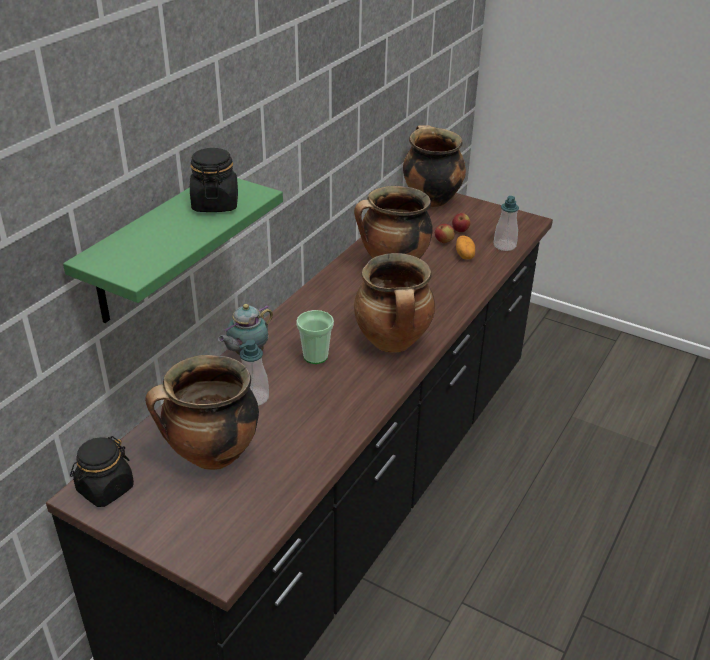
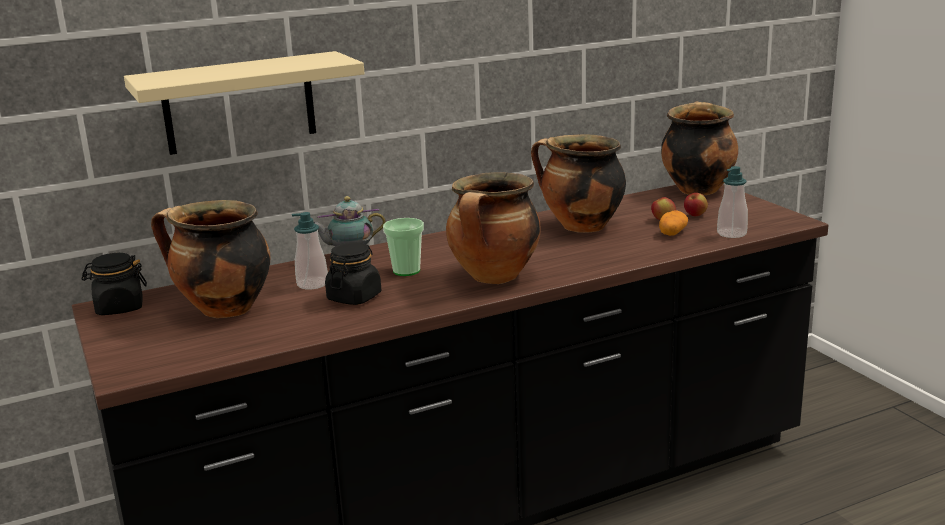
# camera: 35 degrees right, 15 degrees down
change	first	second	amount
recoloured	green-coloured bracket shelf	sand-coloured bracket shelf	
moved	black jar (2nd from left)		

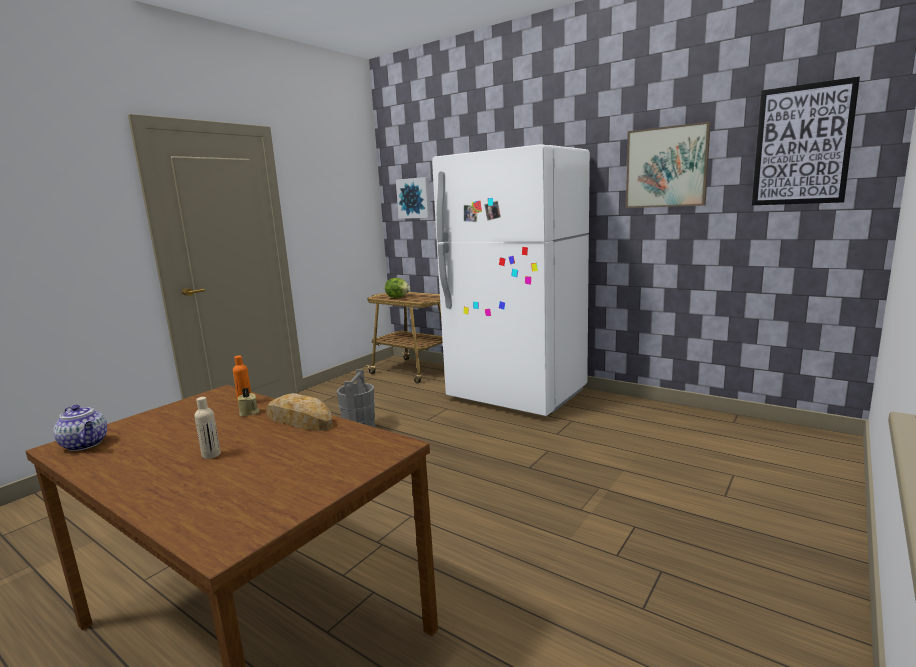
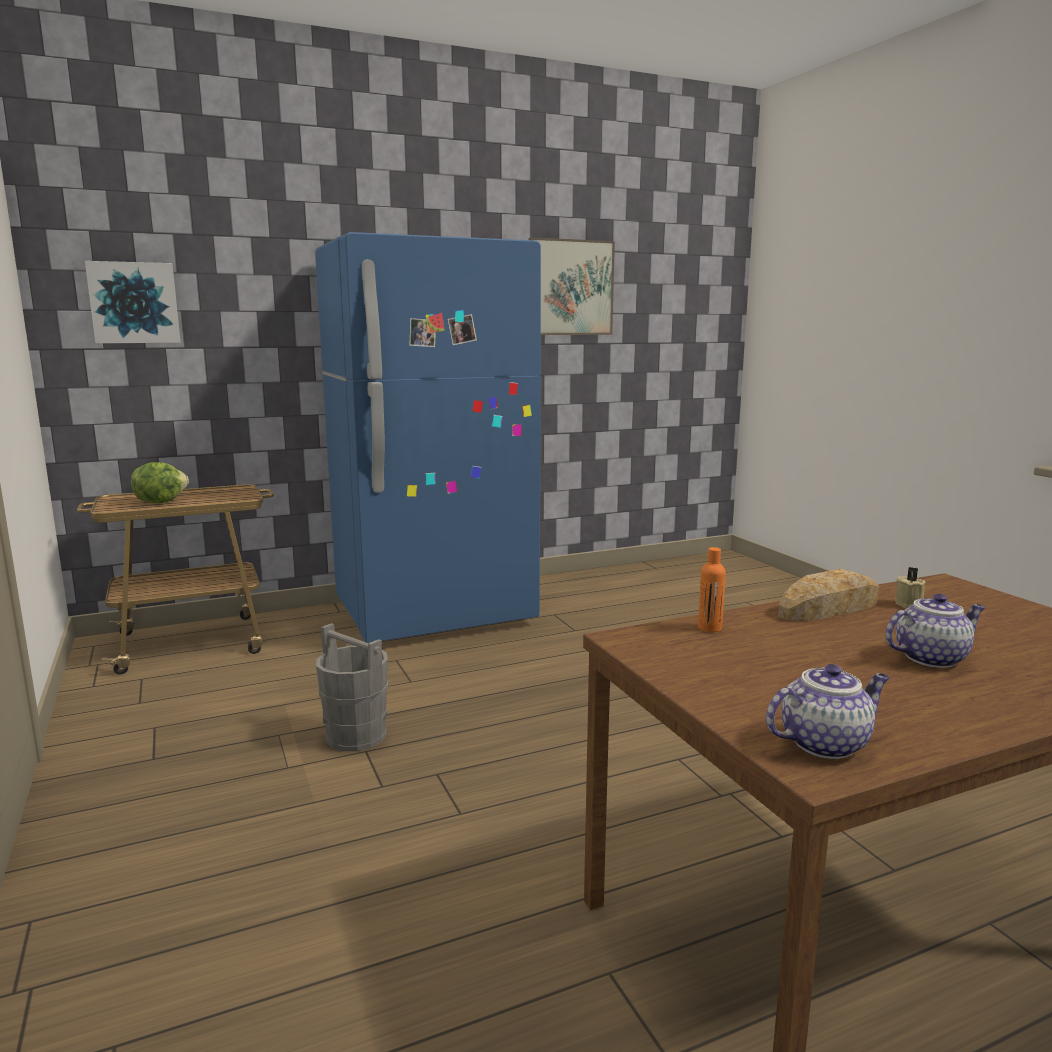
# camera: 60 degrees left, 0 degrees up
change	first	second	amount
replaced	sand-coloured beverage bottle	teapot (2nd from left)	
moved	sand-coloured candle		
recoloured	whitish fridge	blue-coloured fridge	
removed	wall art (3rd from left)		

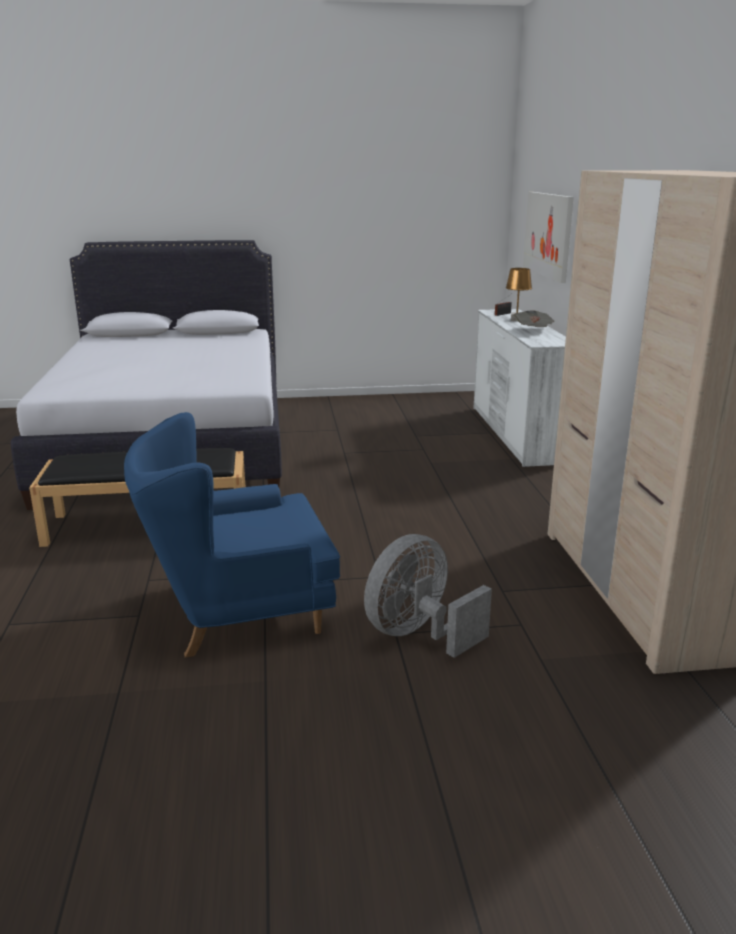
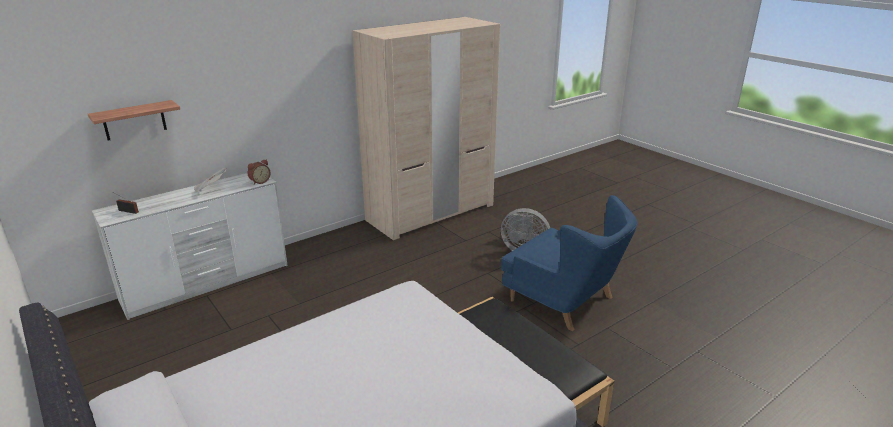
# camera: 120 degrees left, 5 degrees up
change	first	second	amount
removed	brown table lamp		
replaced	wall art	bracket shelf	
added		bedside clock	

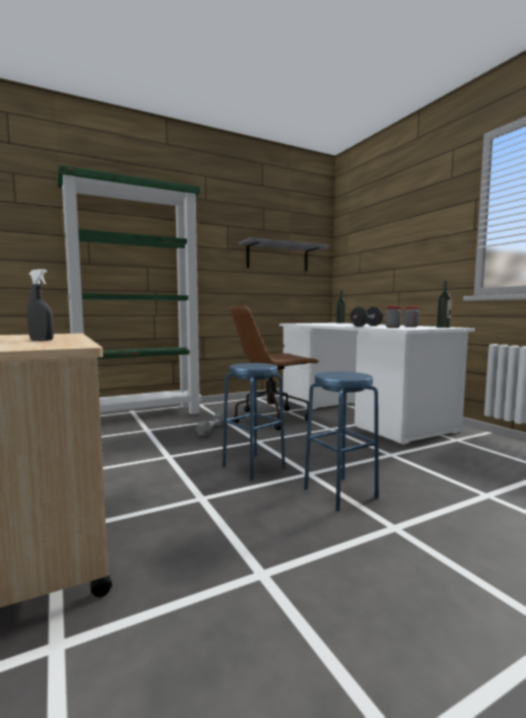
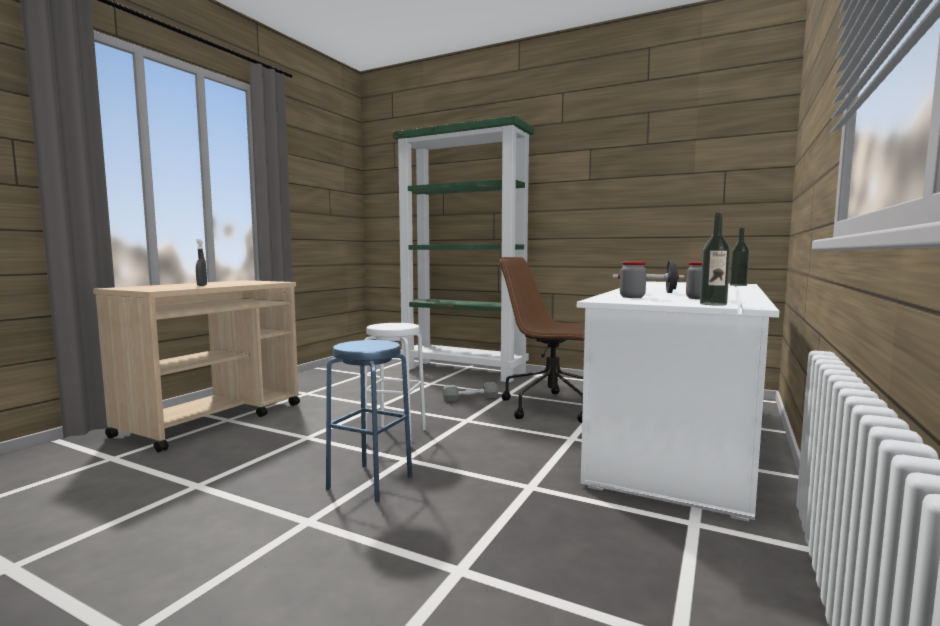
# camera: 55 degrees right, 0 degrees up
change	first	second	amount
recoloured	blue-coloured stool seat (1st from left)	whitish stool seat	
removed	gray bracket shelf		

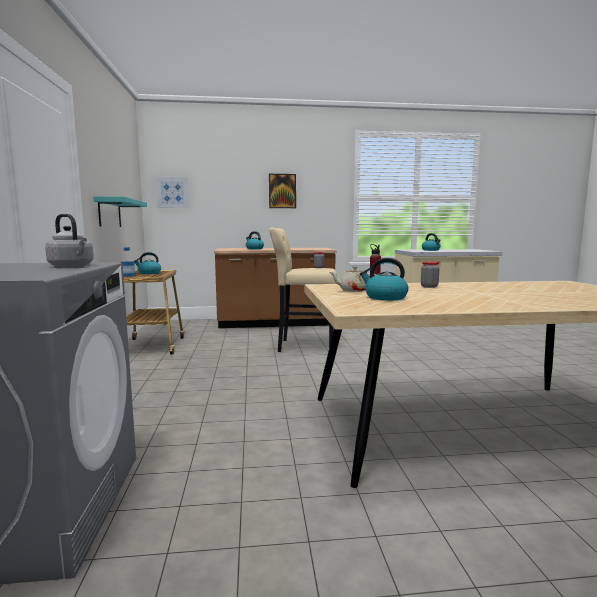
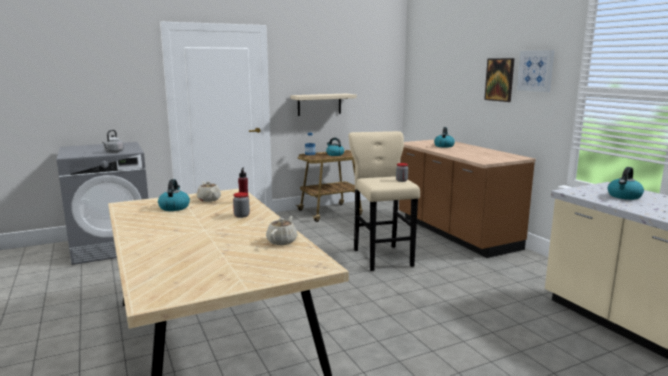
# camera: 70 degrees right, 5 degrees up
change	first	second	amount
recoloured	blue-green bracket shelf	sand-coloured bracket shelf	
moved	wall art (1st from left in the first image)	wall art (2nd from left)	
added		sand-coloured teapot (2nd from left)	

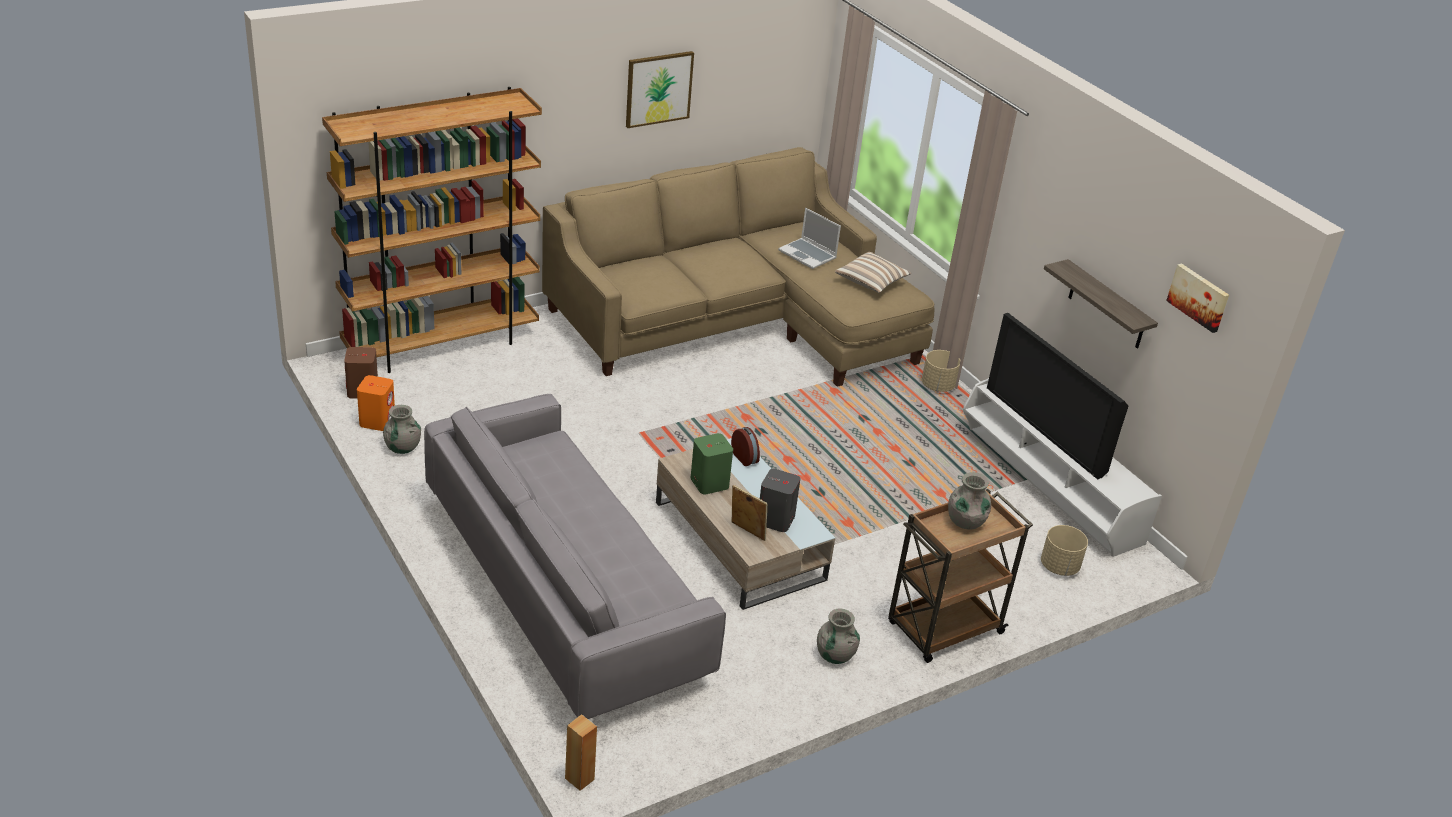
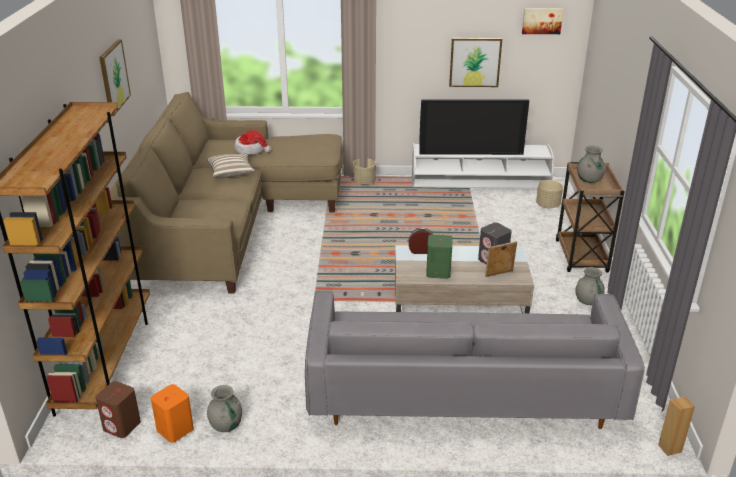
# camera: 55 degrees left, 5 degrees down
change	first	second	amount
replaced	notebook computer	hat	
moved	cushion		
replaced	bracket shelf	wall art (2nd from left)	

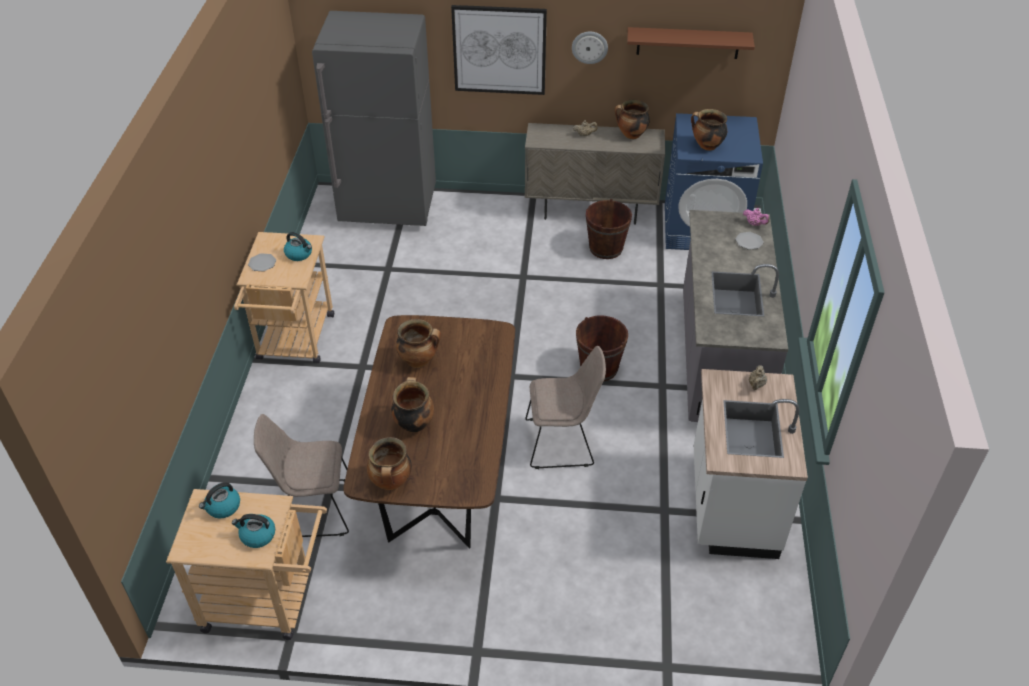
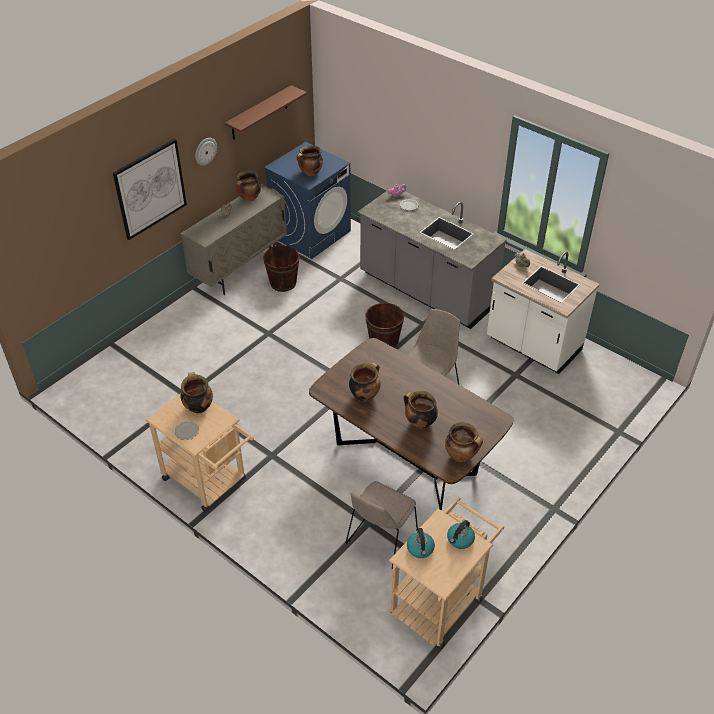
# camera: 55 degrees left, 0 degrees up
change	first	second	amount
replaced	kettle (3rd from left)	stockpot (1st from left)	
removed	gray fridge		

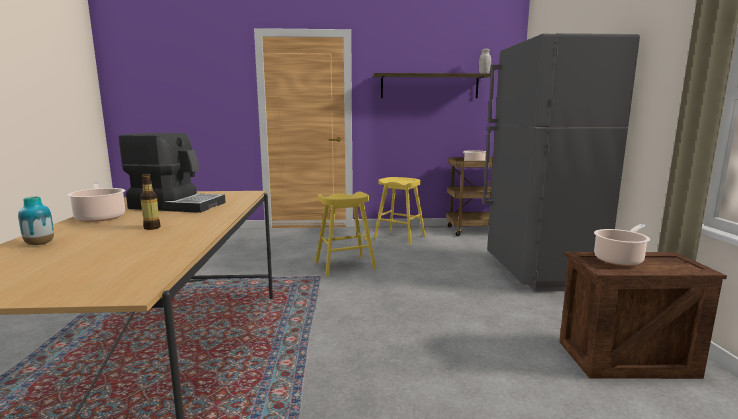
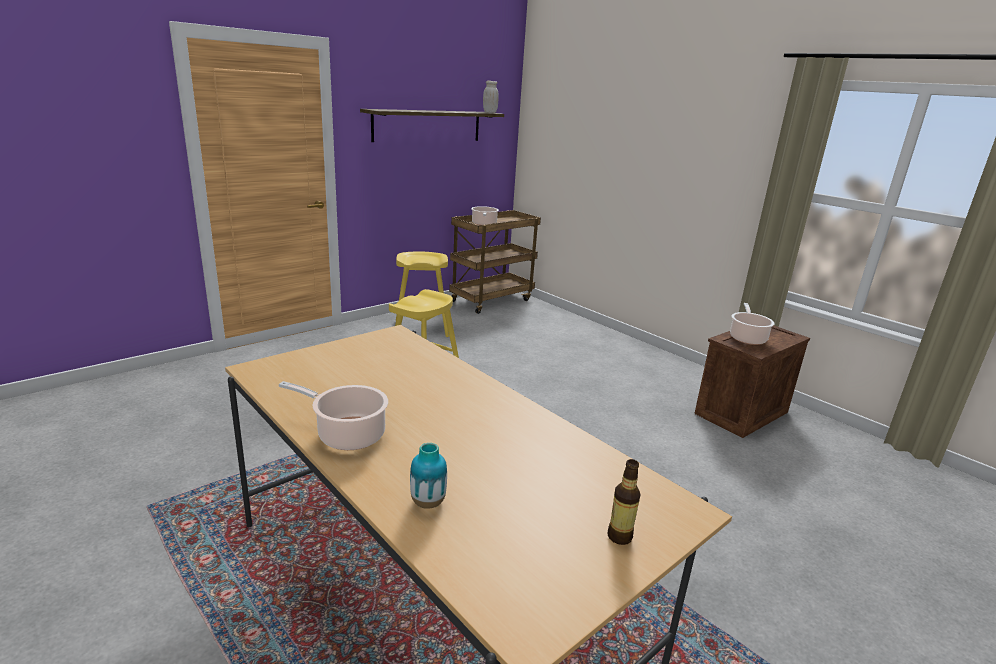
# camera: 40 degrees left, 10 degrees up
change	first	second	amount
removed	coffee maker		
moved	beverage bottle		
removed	gray fridge		

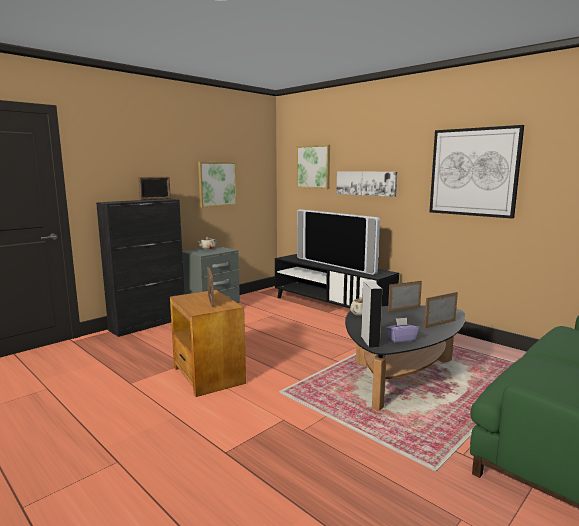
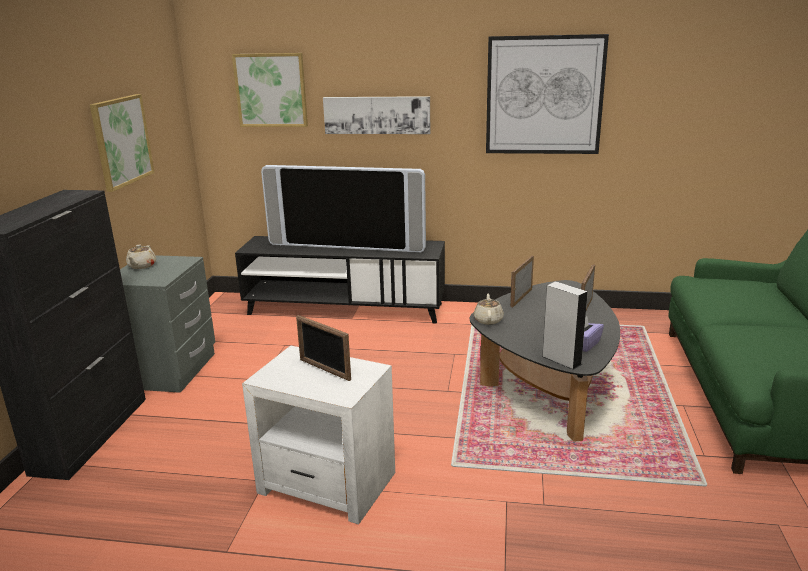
# camera: 35 degrees left, 10 degrees up
change	first	second	amount
removed	picture frame (1st from left)		
recoloured	brown end table	whitish end table	

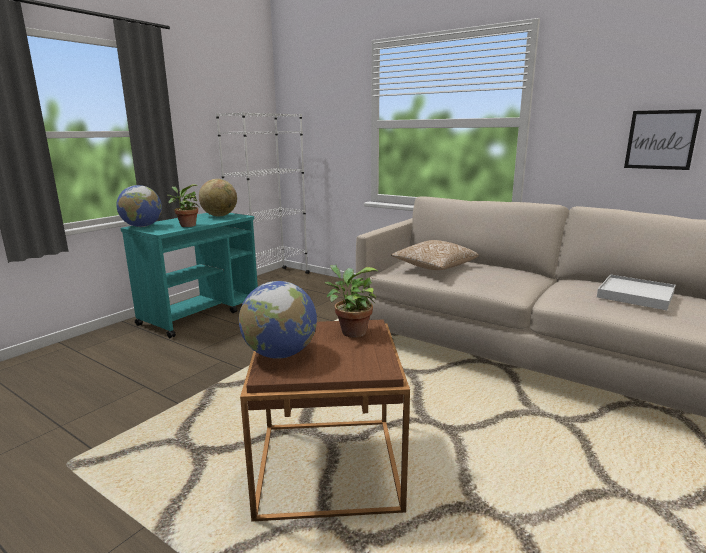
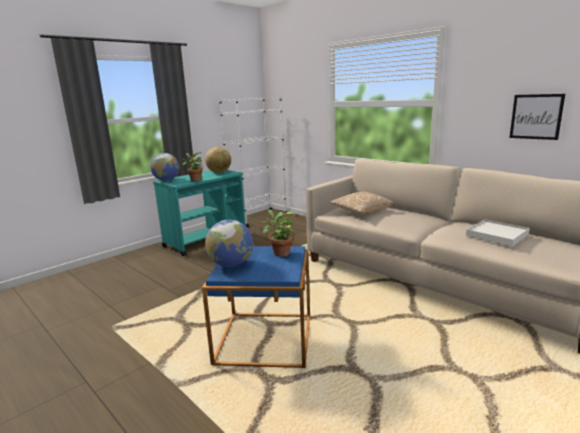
# camera: 10 degrees right, 0 degrees up
change	first	second	amount
recoloured	brown end table	blue-coloured end table	

